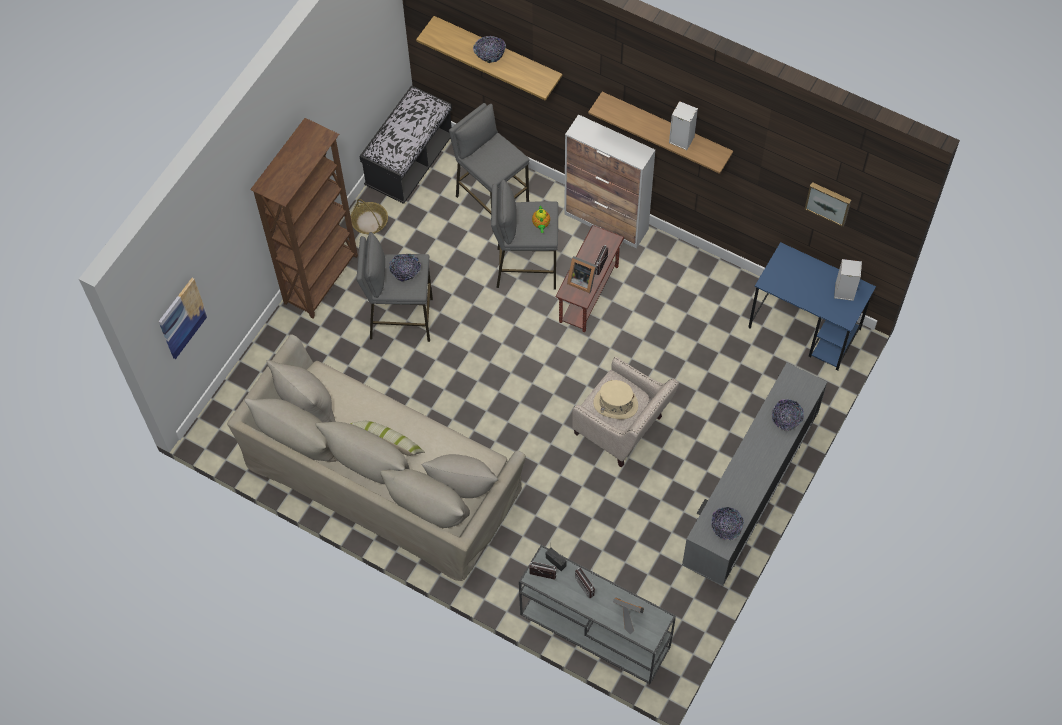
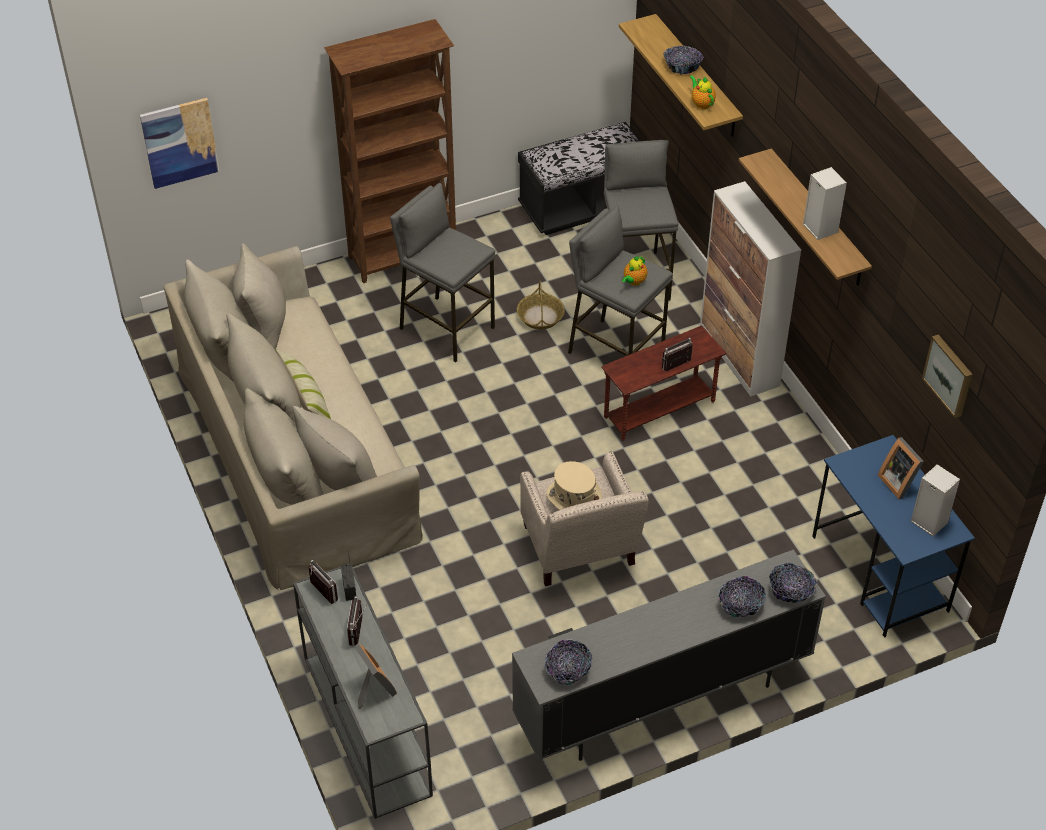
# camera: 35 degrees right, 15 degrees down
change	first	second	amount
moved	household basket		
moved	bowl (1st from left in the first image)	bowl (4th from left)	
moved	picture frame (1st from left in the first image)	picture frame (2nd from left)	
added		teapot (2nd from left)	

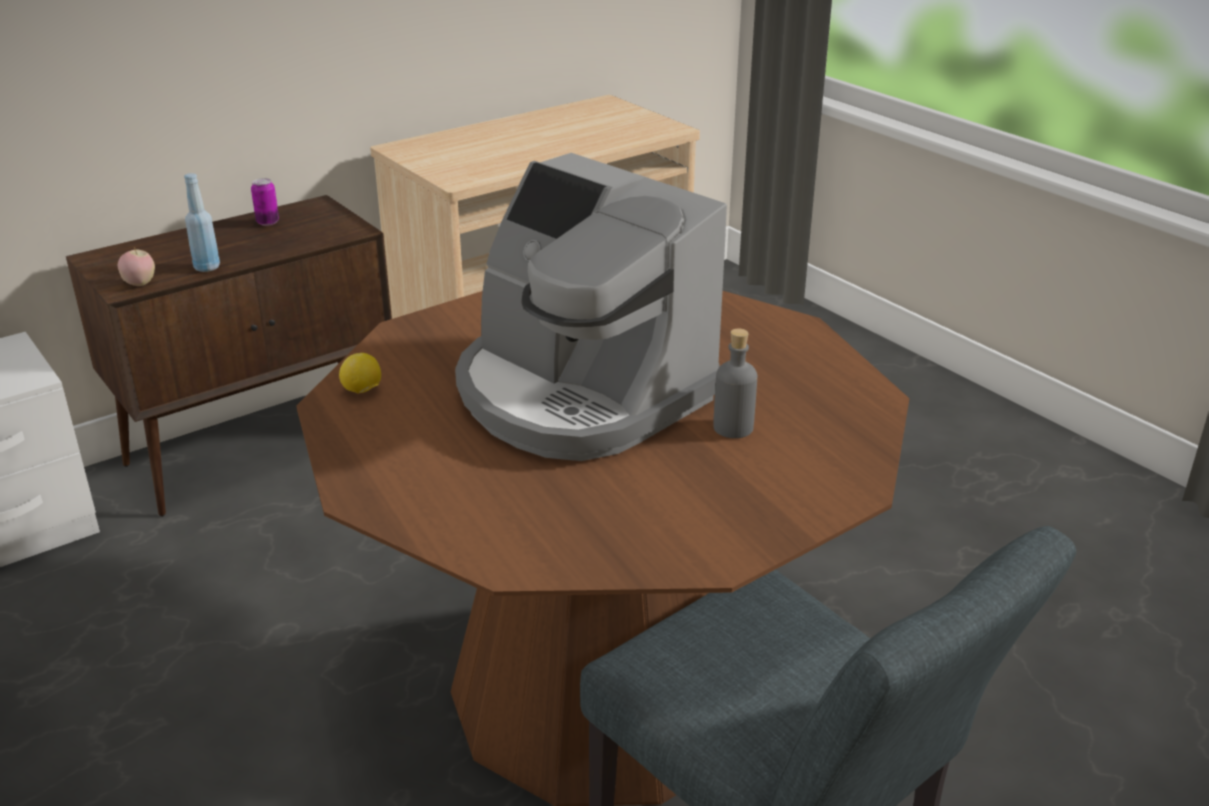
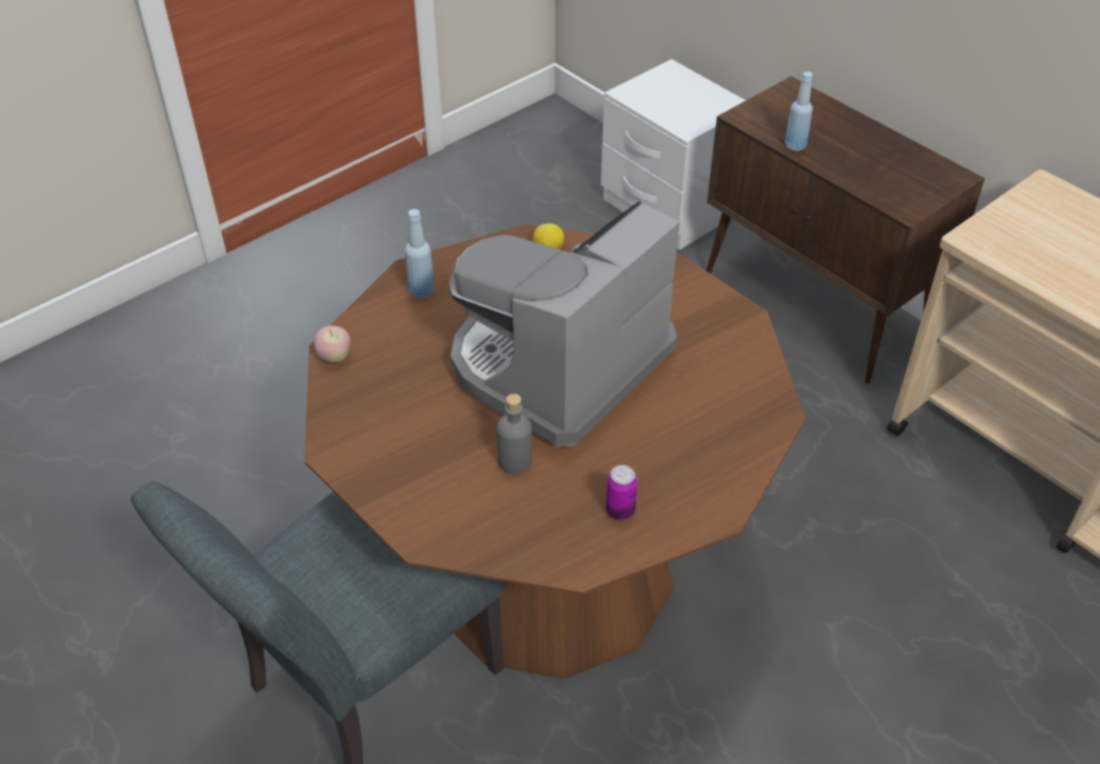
# camera: 85 degrees right, 15 degrees up
change	first	second	amount
moved	apple fruit		
moved	metal can		
added		blue-coloured beverage bottle (1st from left)	

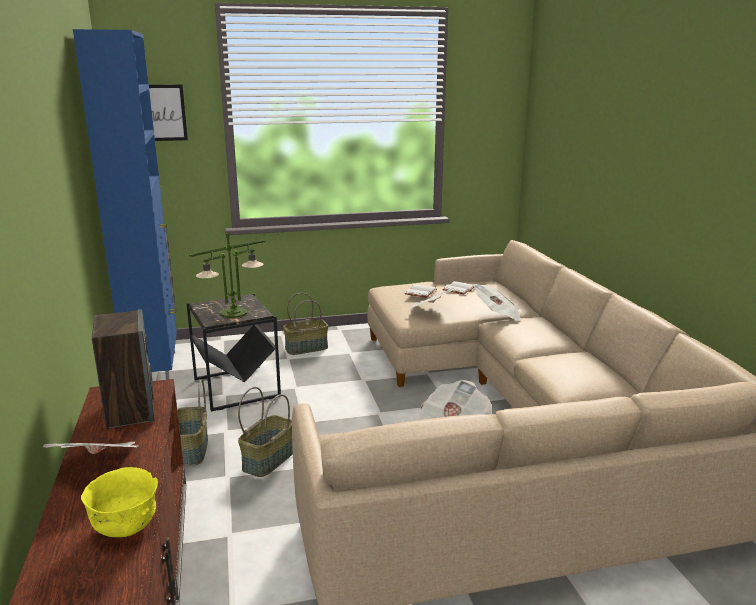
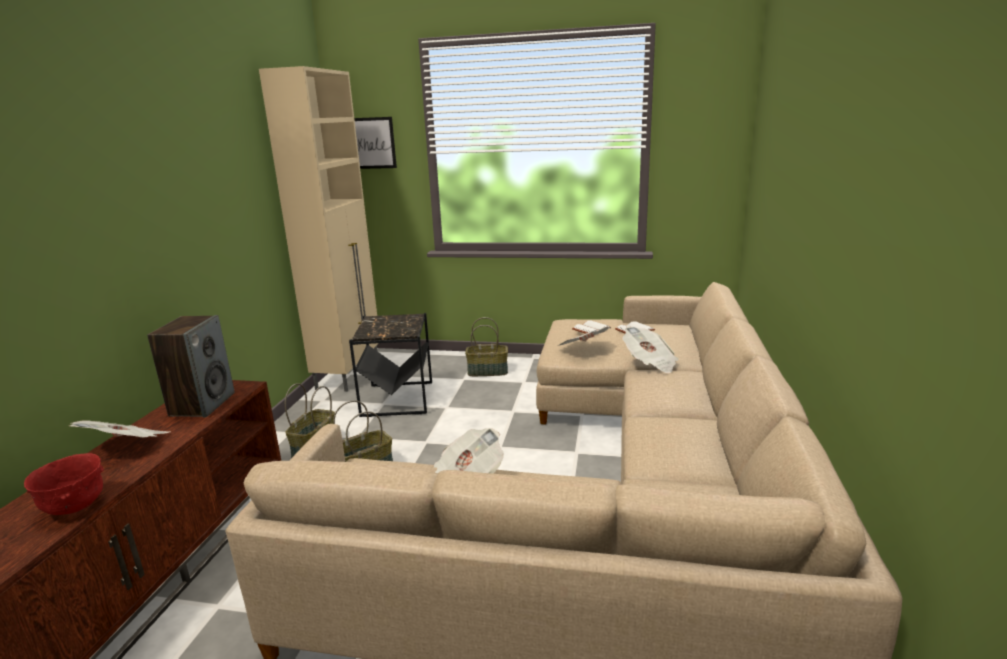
# camera: 25 degrees right, 0 degrees up
change	first	second	amount
recoloured	blue-coloured storage cabinet	sand-coloured storage cabinet	
recoloured	yellowish bowl	red bowl	
removed	table lamp		

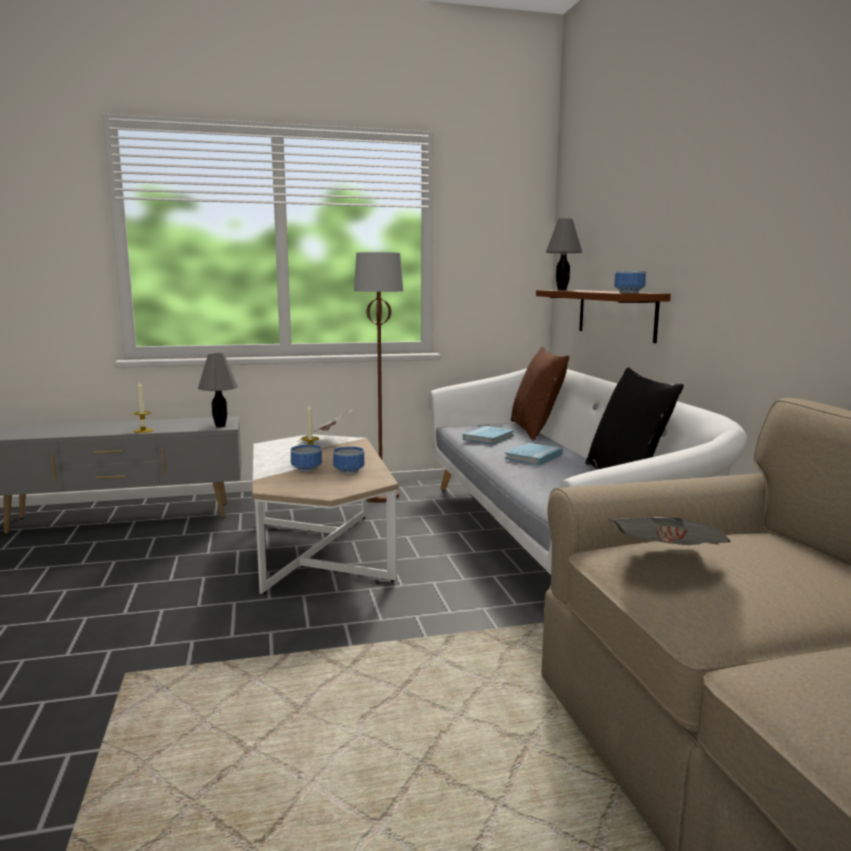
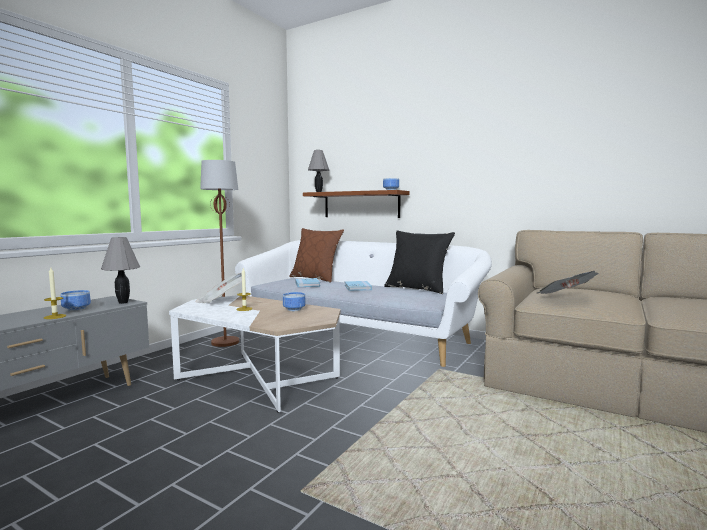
# camera: 45 degrees left, 5 degrees down
change	first	second	amount
moved	bowl (1st from left)		

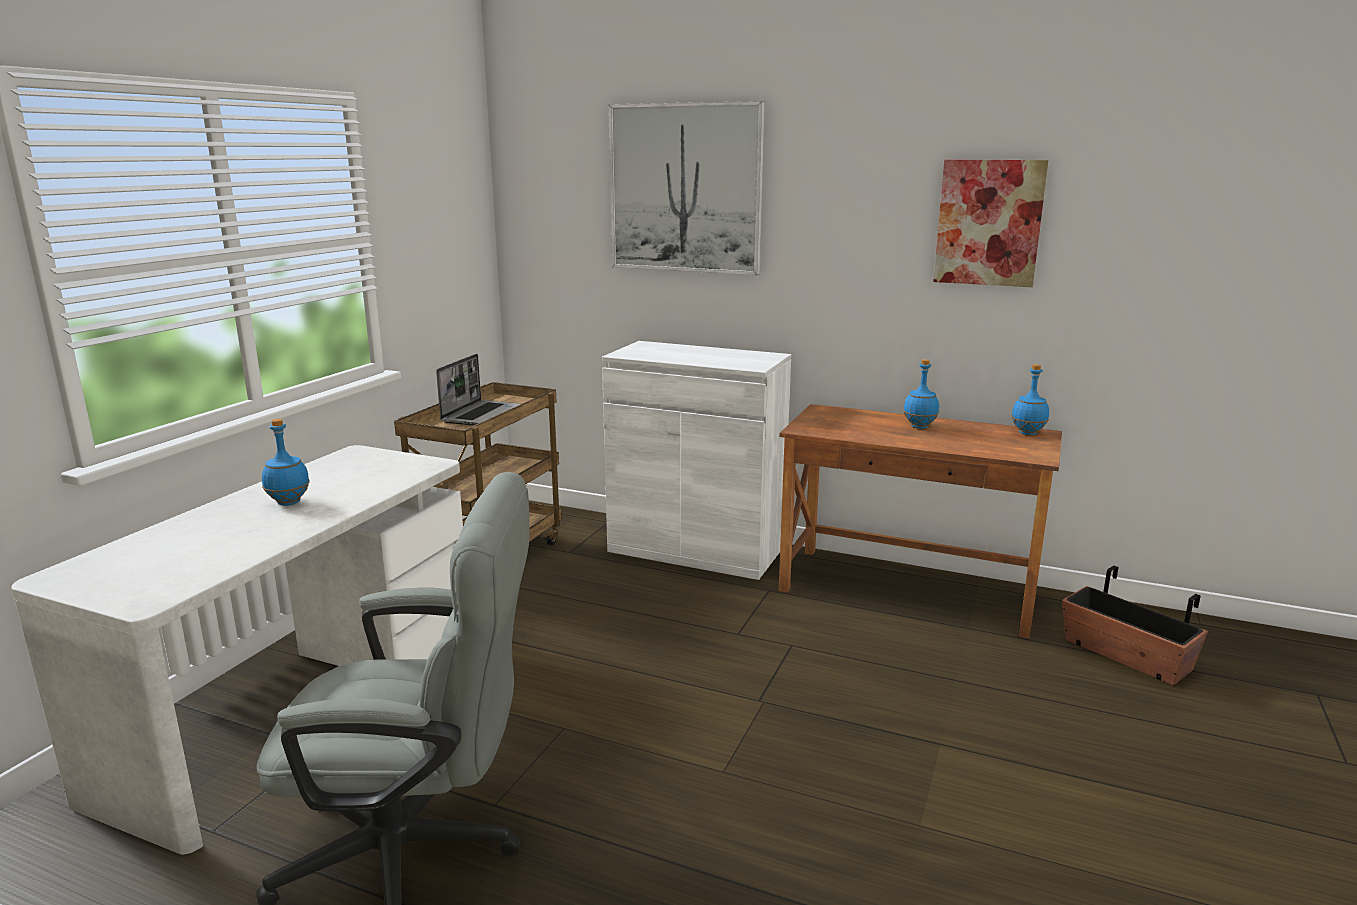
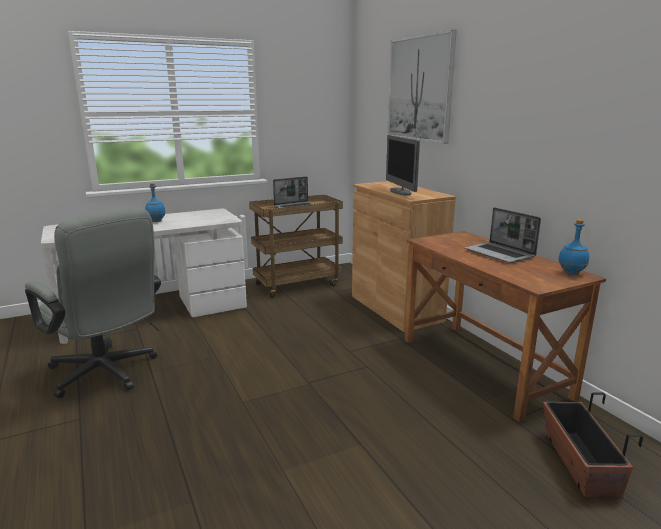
# camera: 40 degrees right, 0 degrees up
change	first	second	amount
recoloured	whitish storage cabinet	brown storage cabinet	
replaced	blue-coloured beverage bottle (2nd from left)	notebook computer (2nd from left)	
removed	wall art (2nd from left)		
added		computer display	

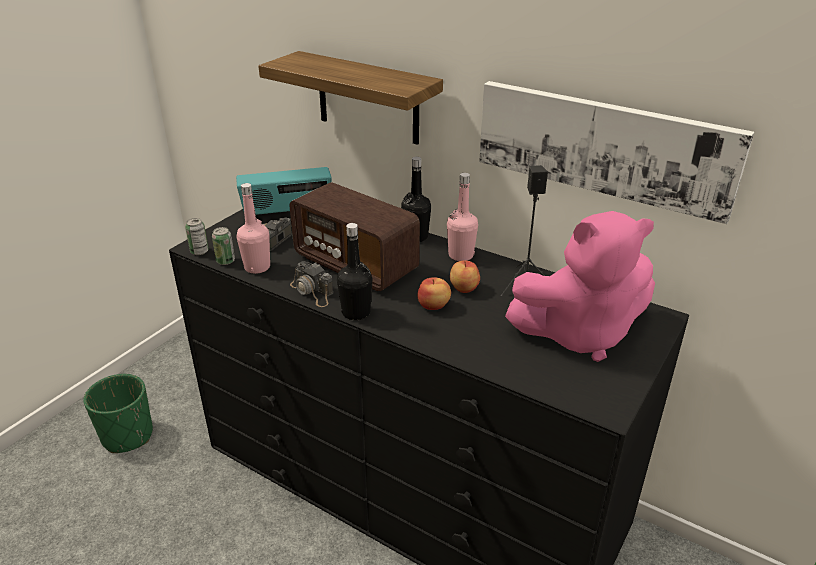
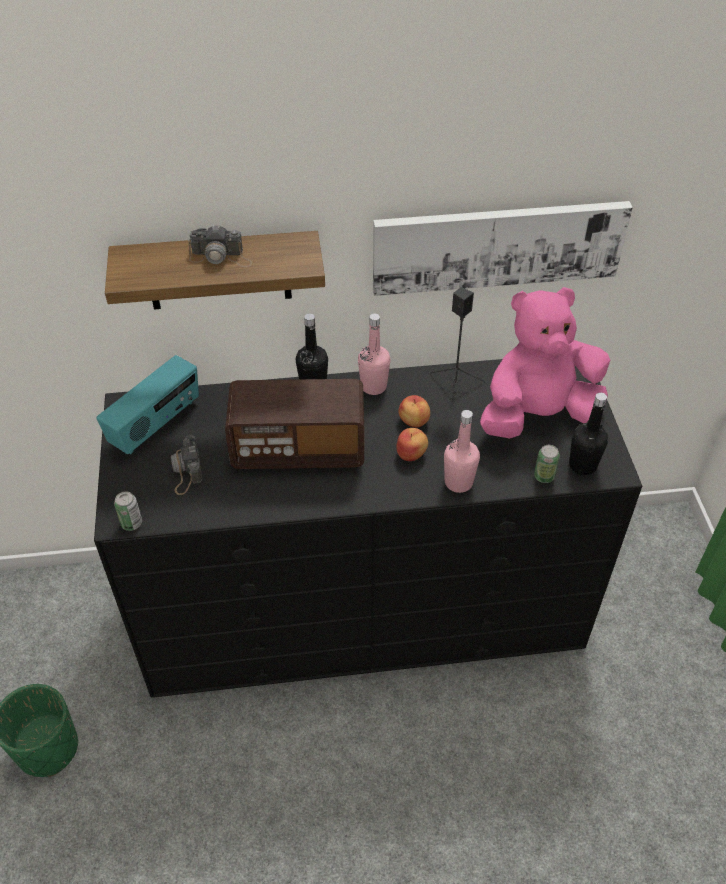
# camera: 40 degrees left, 15 degrees up
change	first	second	amount
moved	metal can (2nd from left)		
moved	pink-coloured beverage bottle (1st from left in the first image)	pink-coloured beverage bottle (2nd from left)	
moved	still camera (2nd from left)		
moved	black beverage bottle (1st from left in the first image)	black beverage bottle (2nd from left)	
turned	pink-coloured cuddly toy		150 degrees counterclockwise

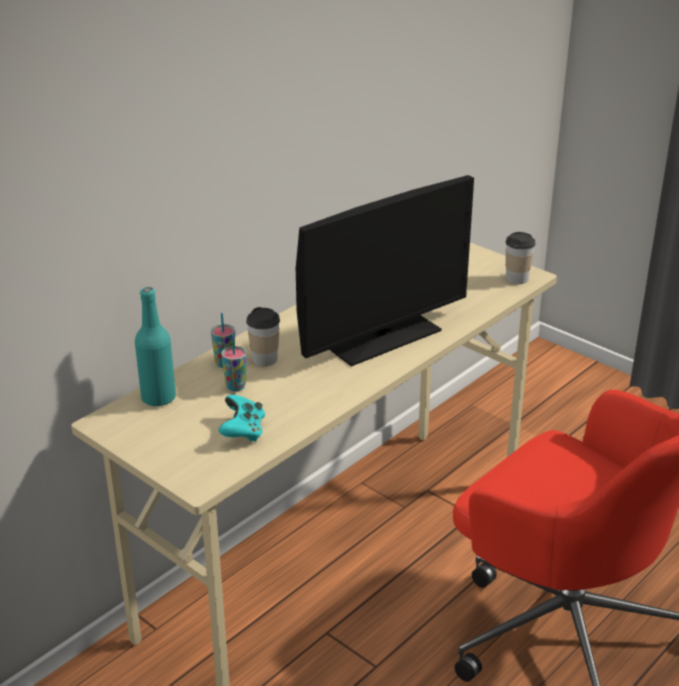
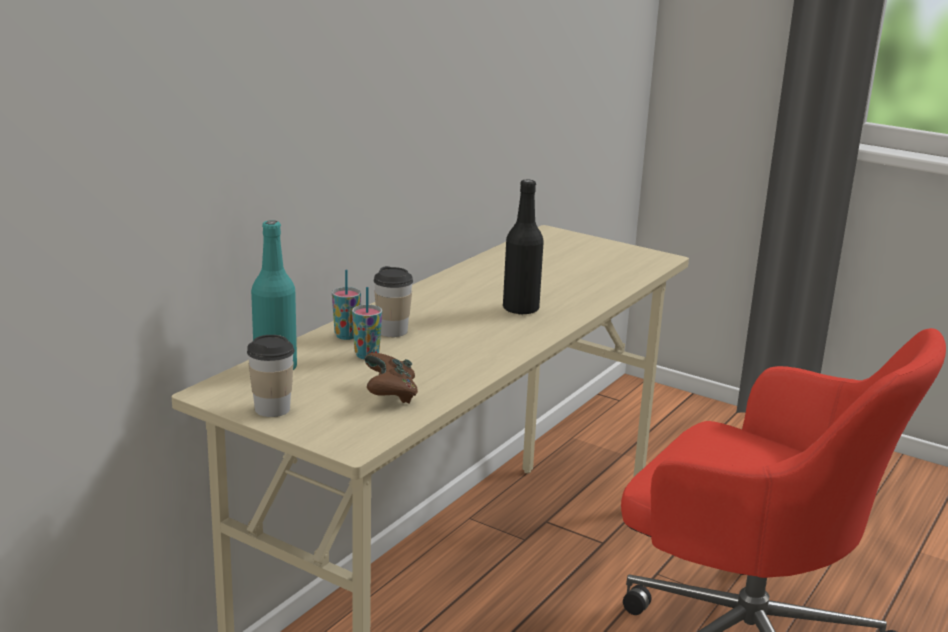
# camera: 10 degrees left, 10 degrees down
change	first	second	amount
recoloured	blue-green game controller	brown game controller	
replaced	computer display	black beverage bottle	
moved	drinking cup (4th from left in the first image)	drinking cup (1st from left)	

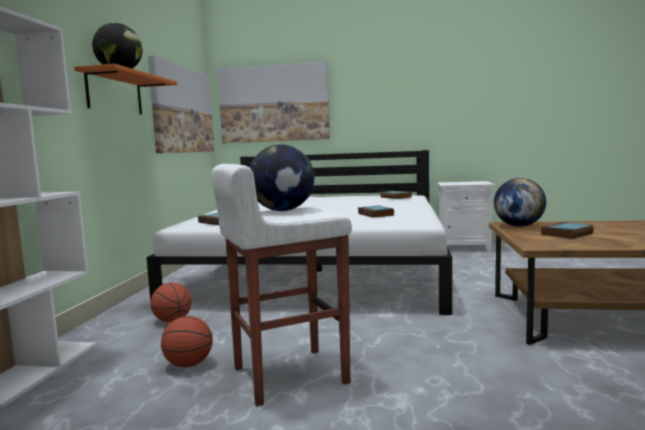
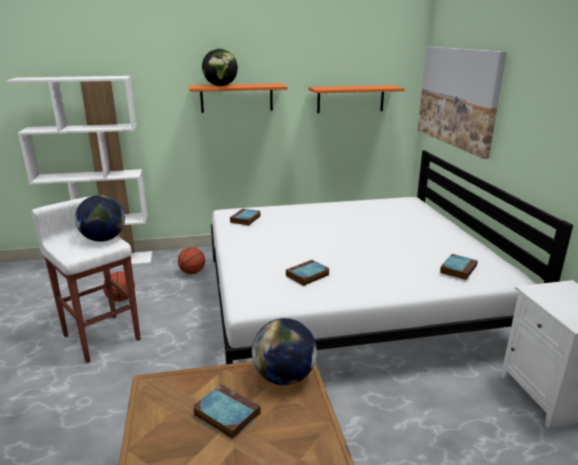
# camera: 70 degrees right, 15 degrees up
change	first	second	amount
replaced	wall art (1st from left)	orangey bracket shelf (2nd from left)	

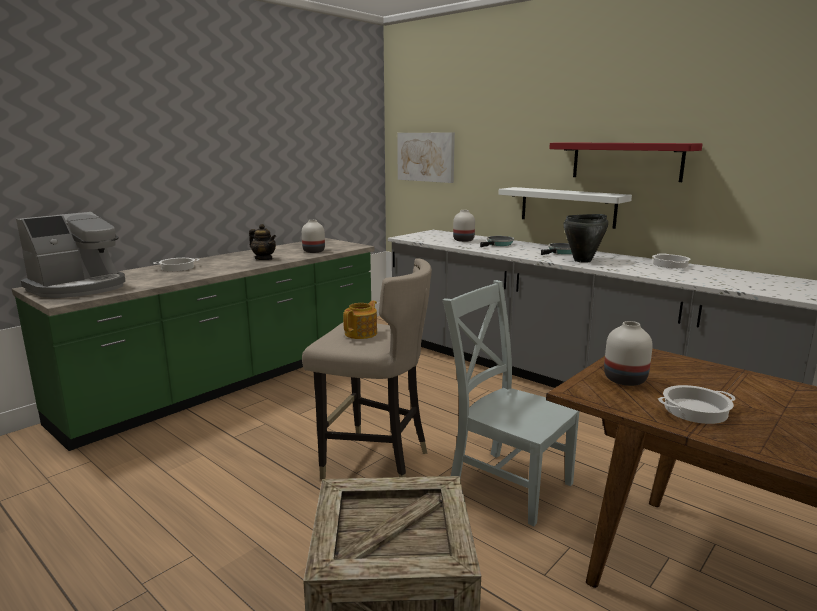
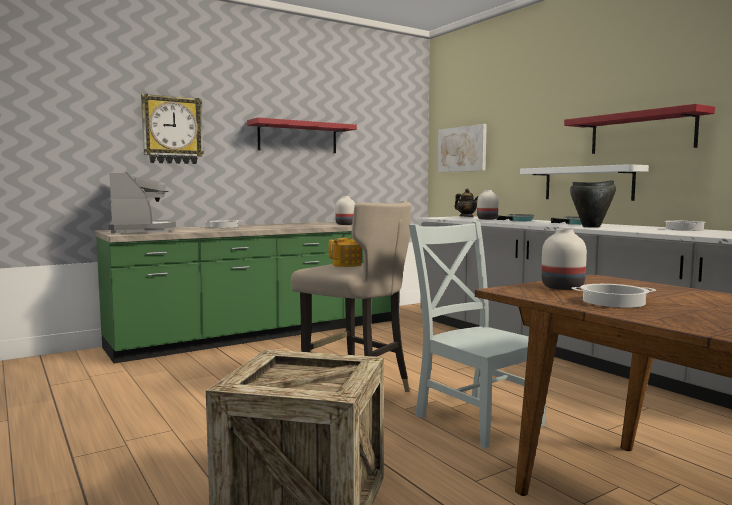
# camera: 15 degrees right, 10 degrees down
change	first	second	amount
turned	coffee maker		75 degrees counterclockwise
moved	teapot (1st from left in the first image)	teapot (2nd from left)	
added		hanging clock	
added		red bracket shelf (1st from left)	

